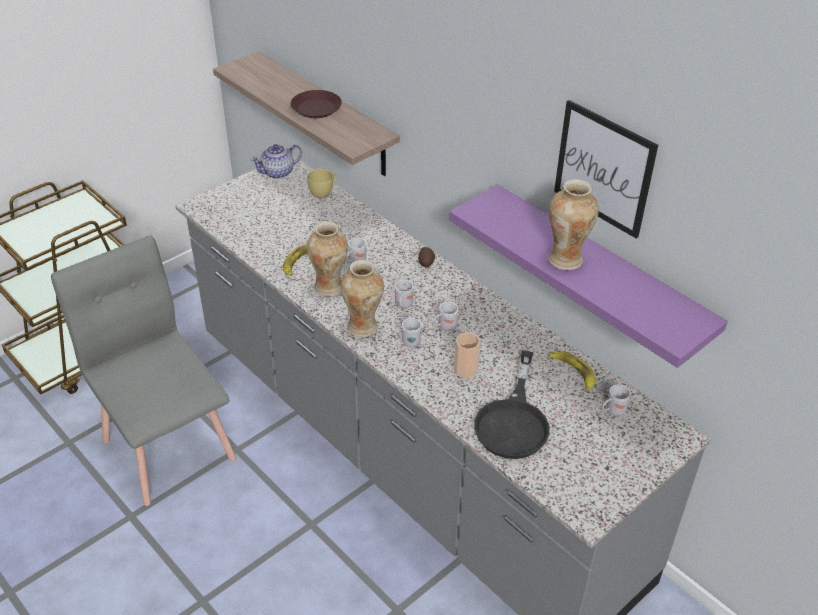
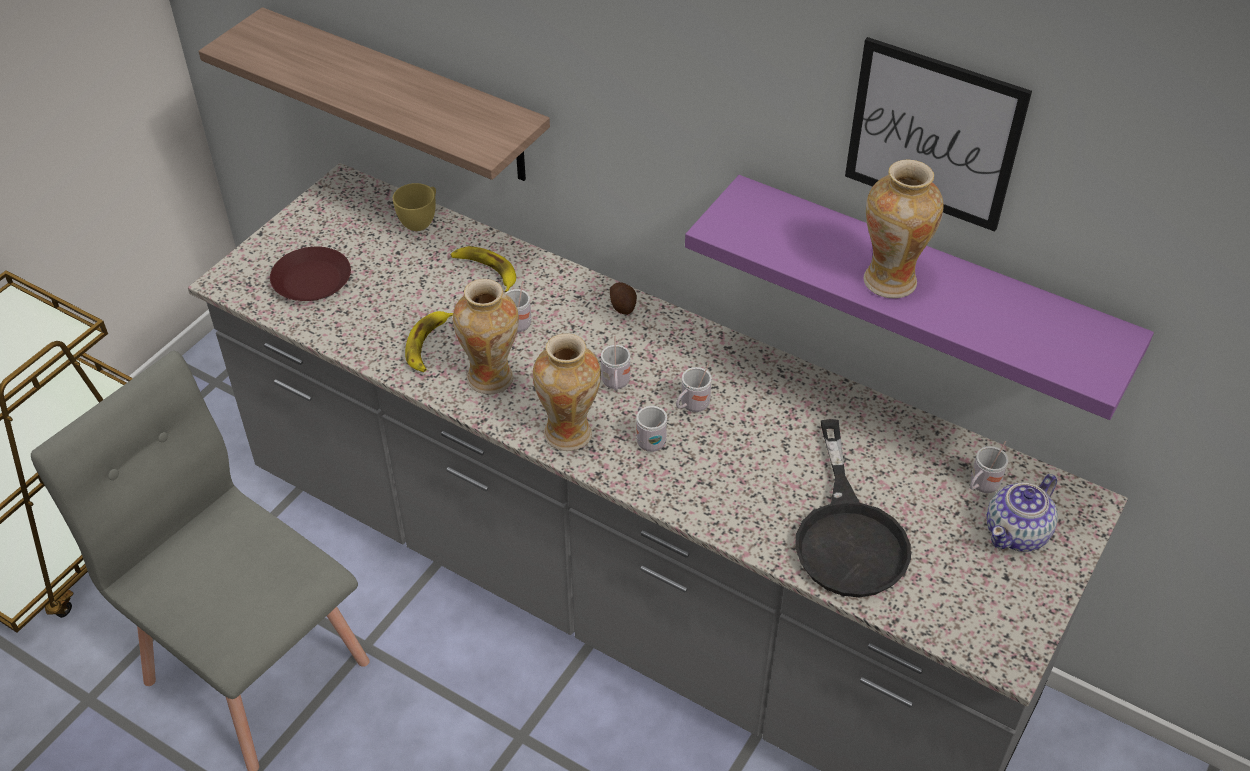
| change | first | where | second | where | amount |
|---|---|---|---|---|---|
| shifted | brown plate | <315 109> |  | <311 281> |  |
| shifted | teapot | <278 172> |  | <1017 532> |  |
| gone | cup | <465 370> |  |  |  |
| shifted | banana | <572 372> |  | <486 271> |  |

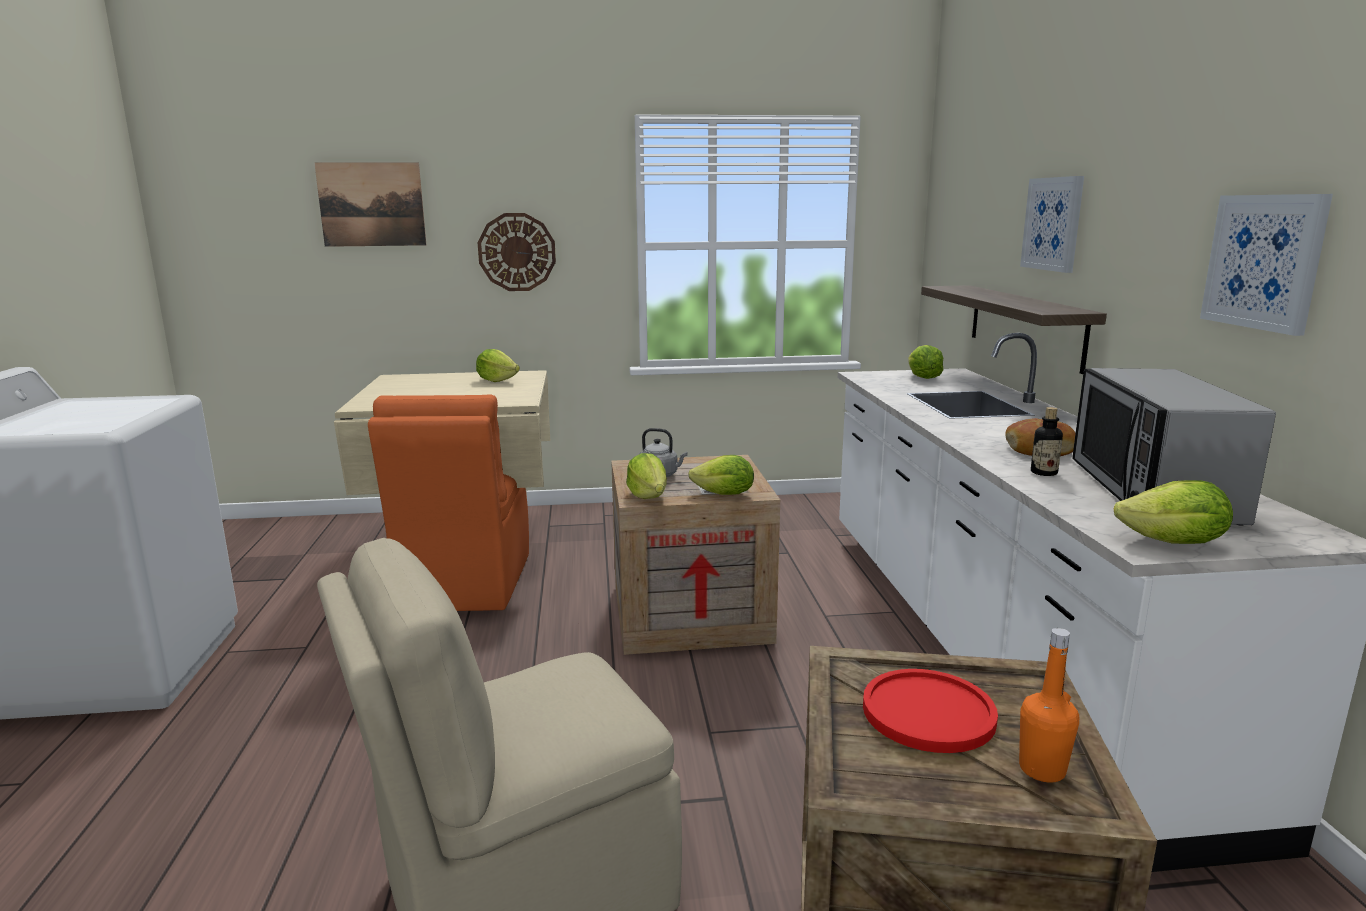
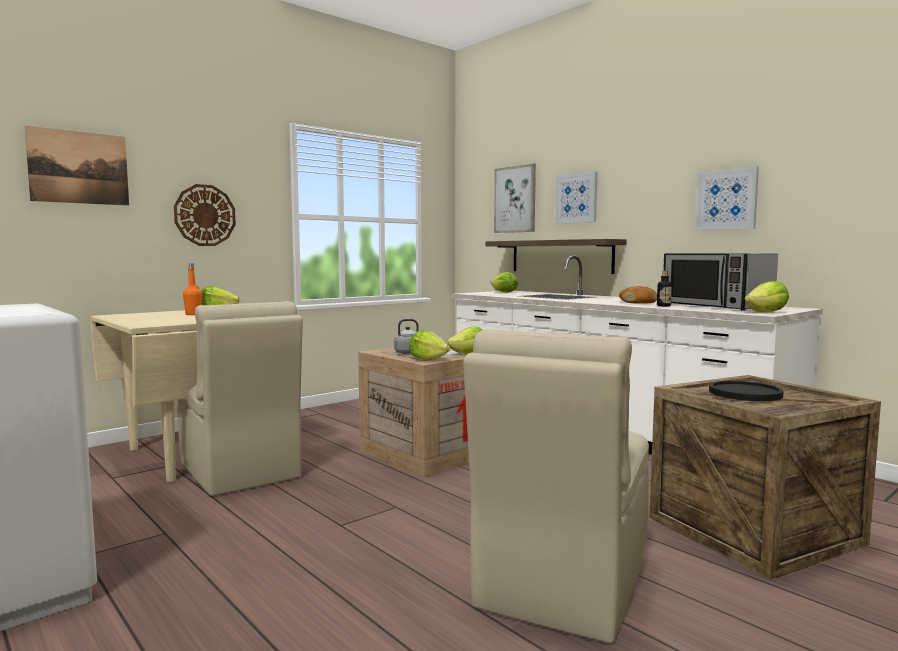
| change | first | where | second | where | amount |
|---|---|---|---|---|---|
| repainted | orange chair | <465 583> | beige chair | <240 471> |  |
| shifted | orange bottle | <1042 769> |  | <193 314> |  |
| repainted | red plate | <928 712> | black plate | <745 393> |  |
| new |  |  | picture | <515 199> |  |

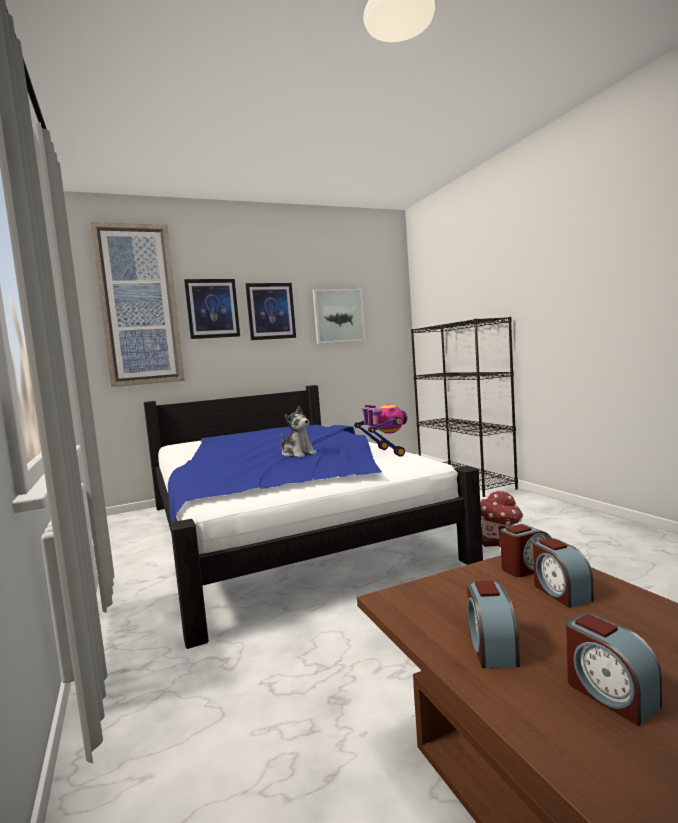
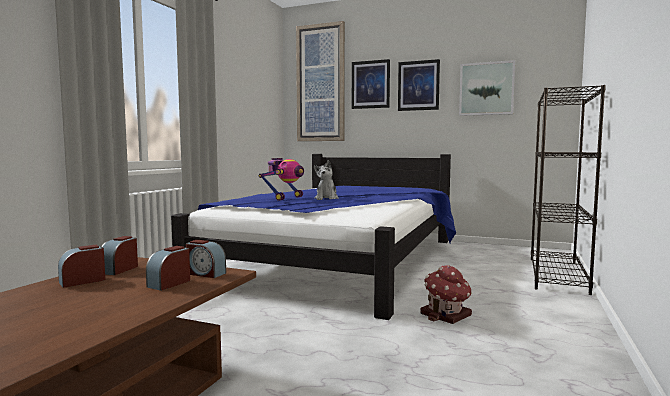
| change | first | where | second | where | amount |
|---|---|---|---|---|---|
| shifted | toy robot | <384 453> |  | <285 198> |  |
| shifted | alarm clock | <610 694> |  | <119 269> |  |

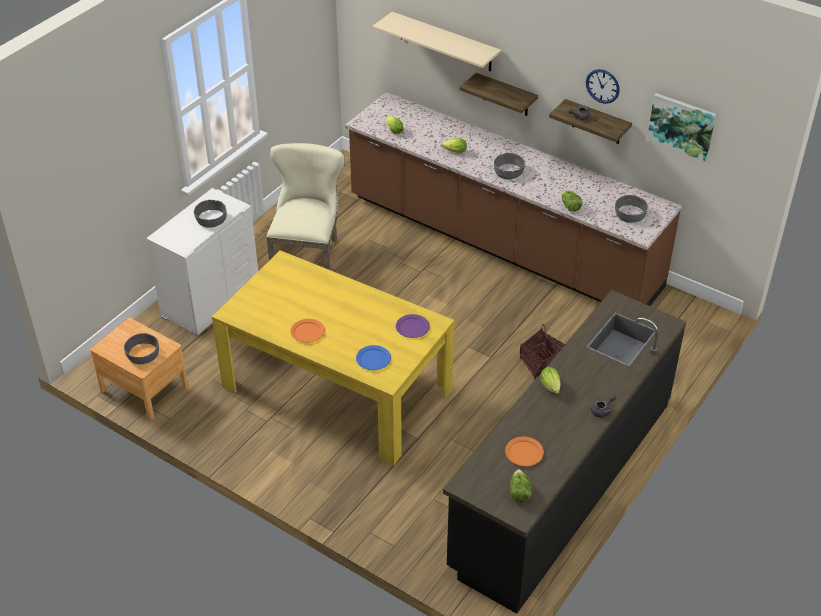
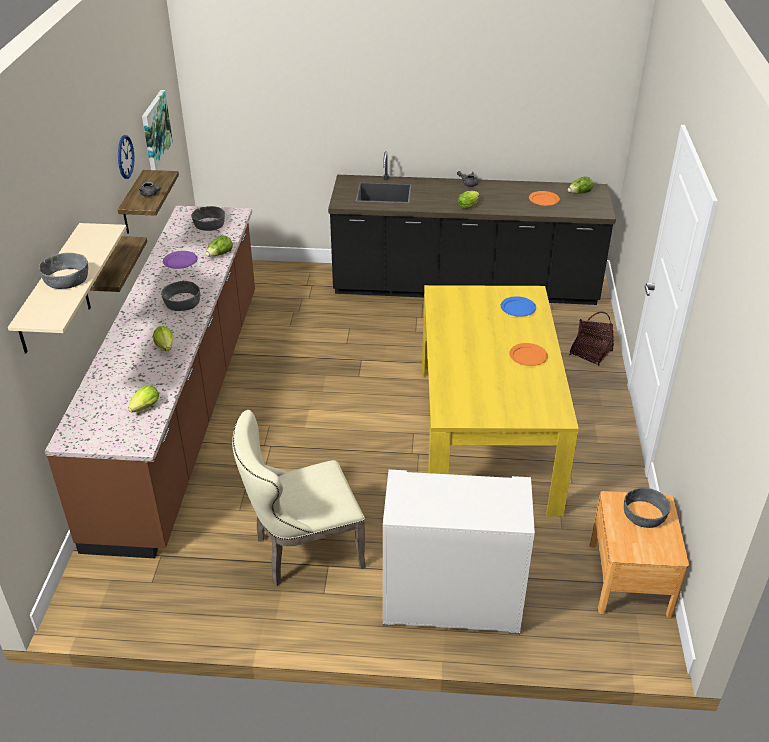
| change | first | where | second | where | amount |
|---|---|---|---|---|---|
| shifted | grey bowl | <211 219> |  | <67 279> |  |
| shifted | purple plate | <413 327> |  | <180 261> |  |
| shifted | basket | <541 364> |  | <591 353> |  |

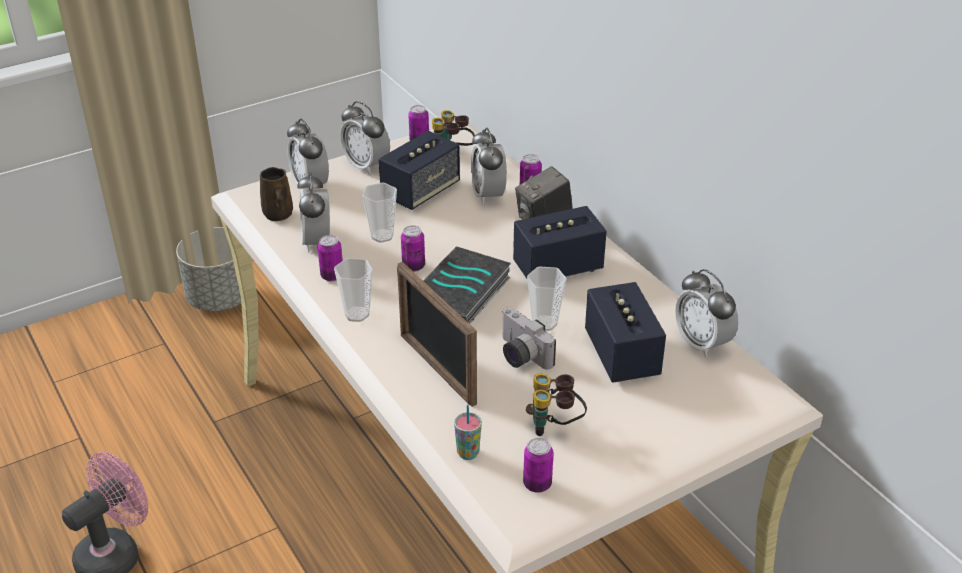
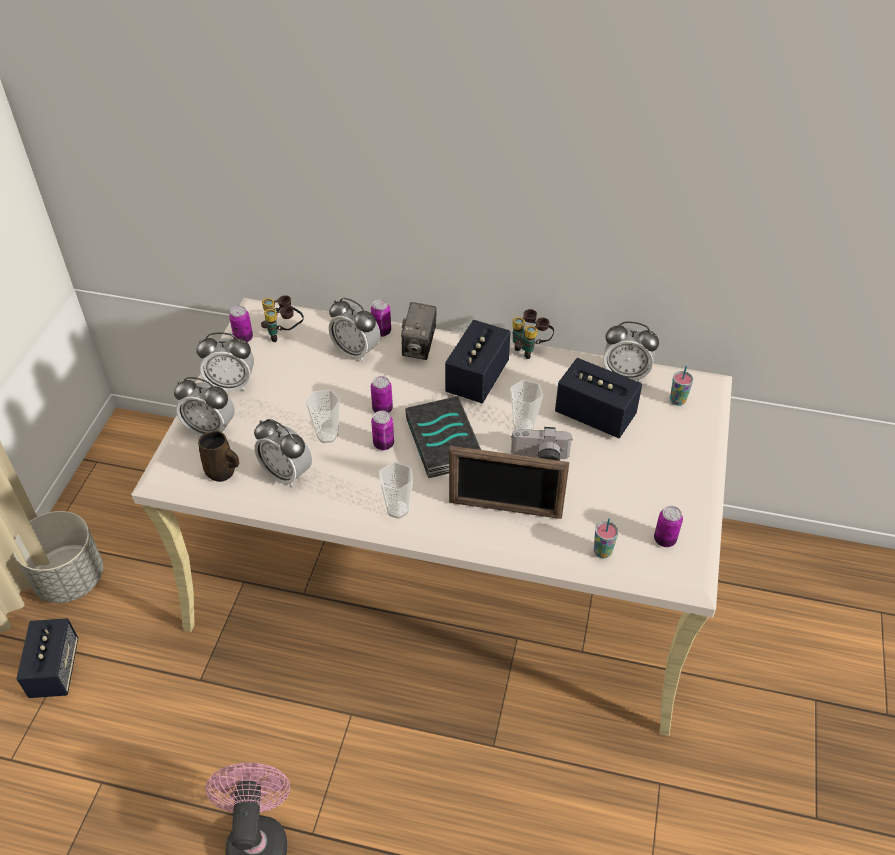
| change | first | where | second | where | amount |
|---|---|---|---|---|---|
| shifted | speaker | <420 191> |  | <55 669> |  |
| shifted | can | <332 276> |  | <382 409> |  |
| shifted | binoculars | <555 427> |  | <530 348> |  |
| new |  |  | cup | <677 400> |  |

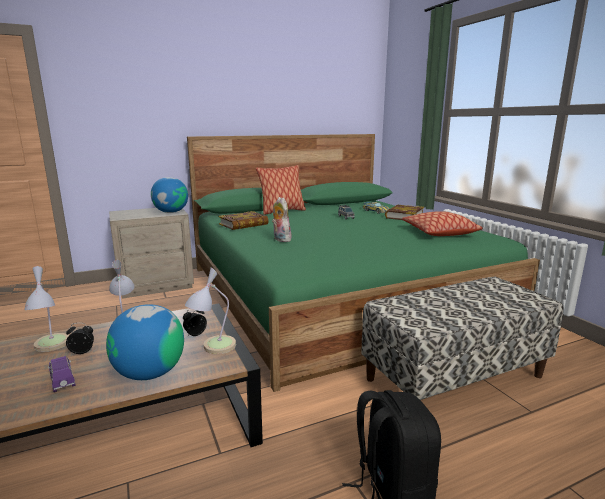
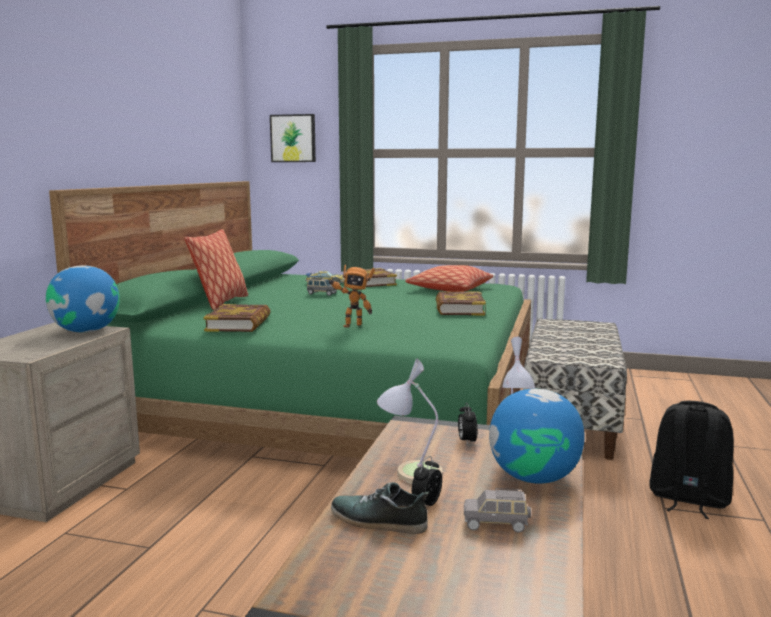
| change | first | where | second | where | amount |
|---|---|---|---|---|---|
| swapped | plush toy | <280 239> | toy robot | <351 325> |  |
| swapped | table lamp | <51 347> | shoe | <378 521> |  |
| repainted | purple toy car | <63 381> | grey toy car | <496 524> |  |
| new |  |  | picture | <293 138> |  |
| new |  |  | book | <459 309> |  |

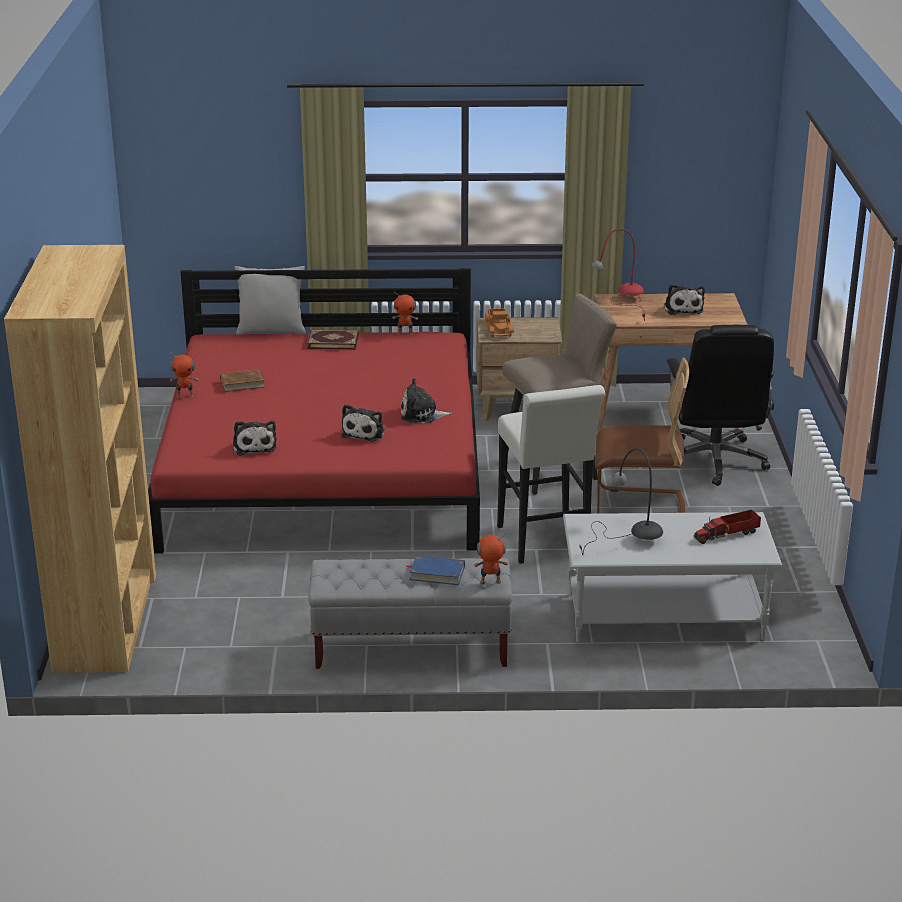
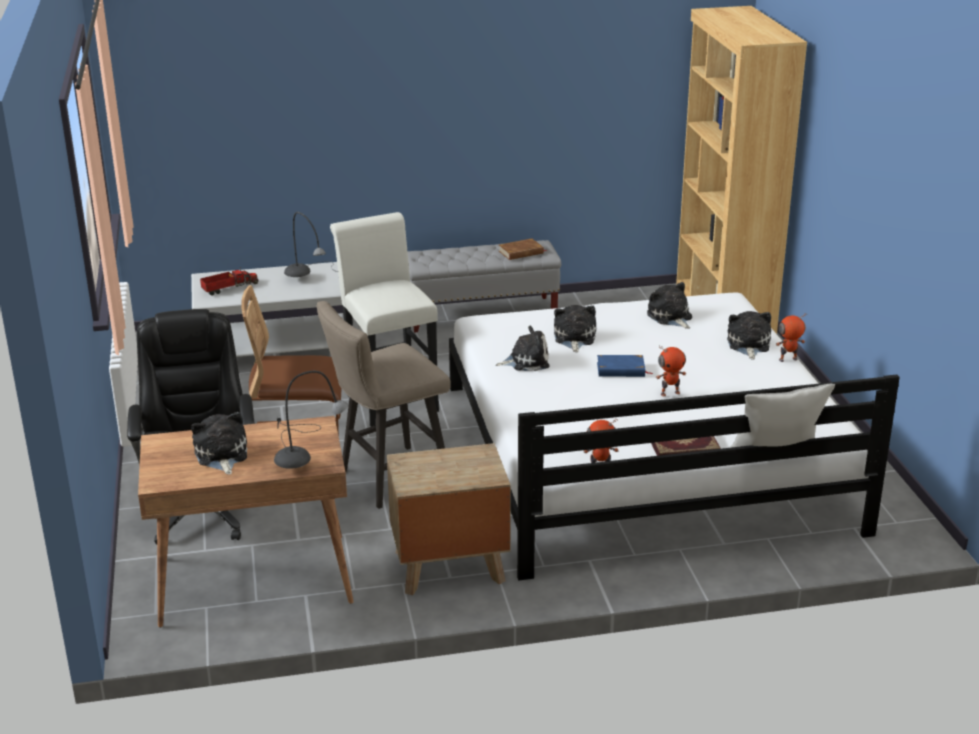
| change | first | where | second | where | amount |
|---|---|---|---|---|---|
| repainted | red table lamp | <624 303> | grey table lamp | <302 457> |  |
| repainted | red bed | <324 467> | white bed | <642 456> |  |
| gone | toy truck | <500 329> |  |  |  |
| shifted | brown book | <242 383> |  | <521 252> |  |
| shifted | toy robot | <490 582> |  | <669 393> |  |
| shifted | blue book | <437 573> |  | <621 370> |  |
| new |  |  | plush toy | <748 345> |  |

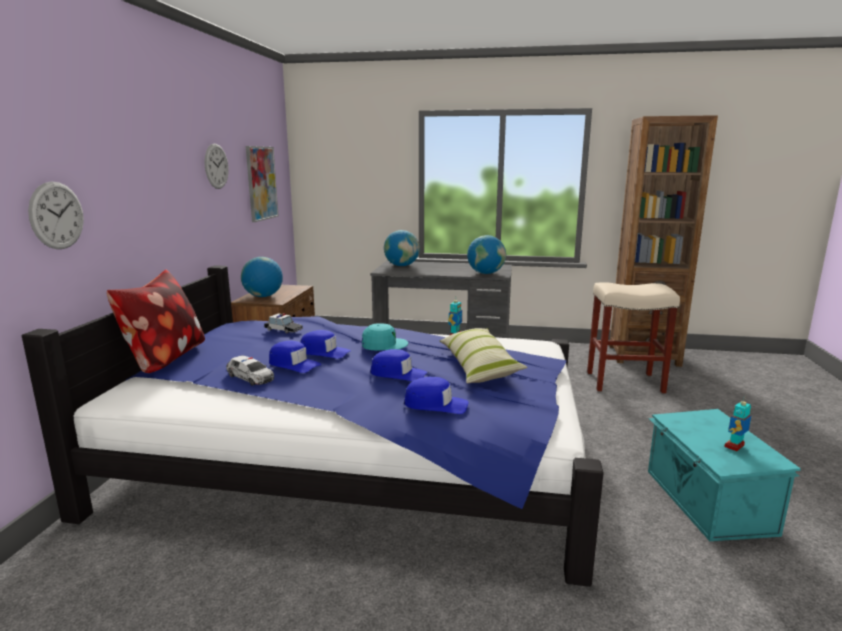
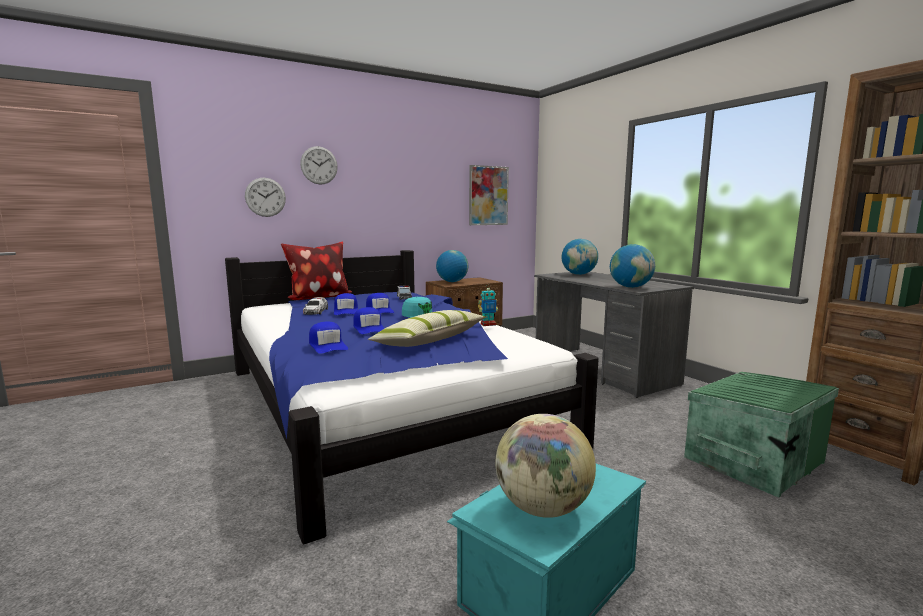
| change | first | where | second | where | amount |
|---|---|---|---|---|---|
| shifted | wall clock | <216 166> |  | <319 165> |  |
| swapped | beige stool | <623 382> | green storage box | <751 459> |  |
| swapped | toy robot | <735 446> | globe | <542 508> |  |

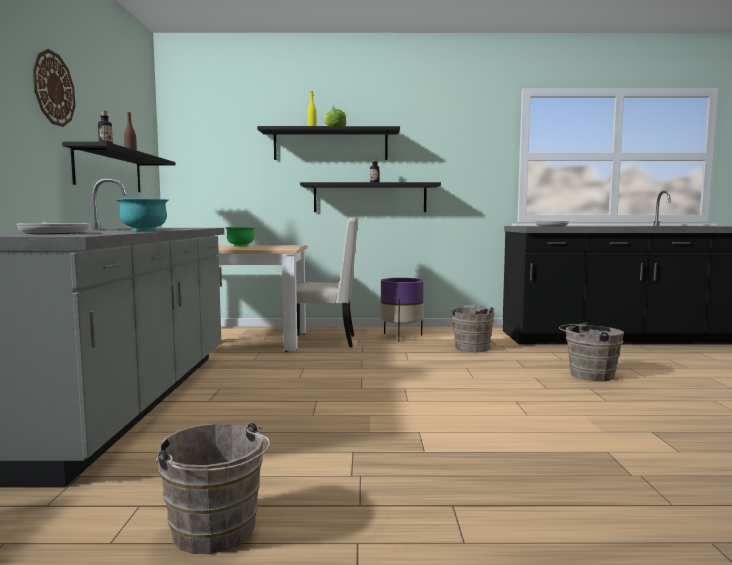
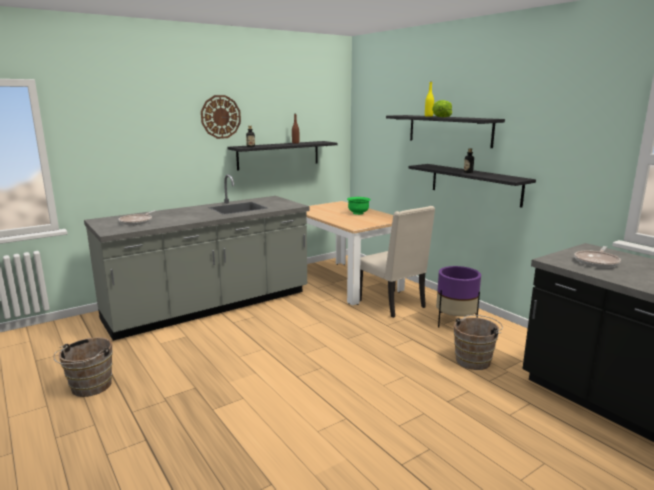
| change | first | where | second | where | amount |
|---|---|---|---|---|---|
| gone | turquoise bowl | <144 231> |  |  |  |
| gone | brown bucket | <588 375> |  |  |  |

